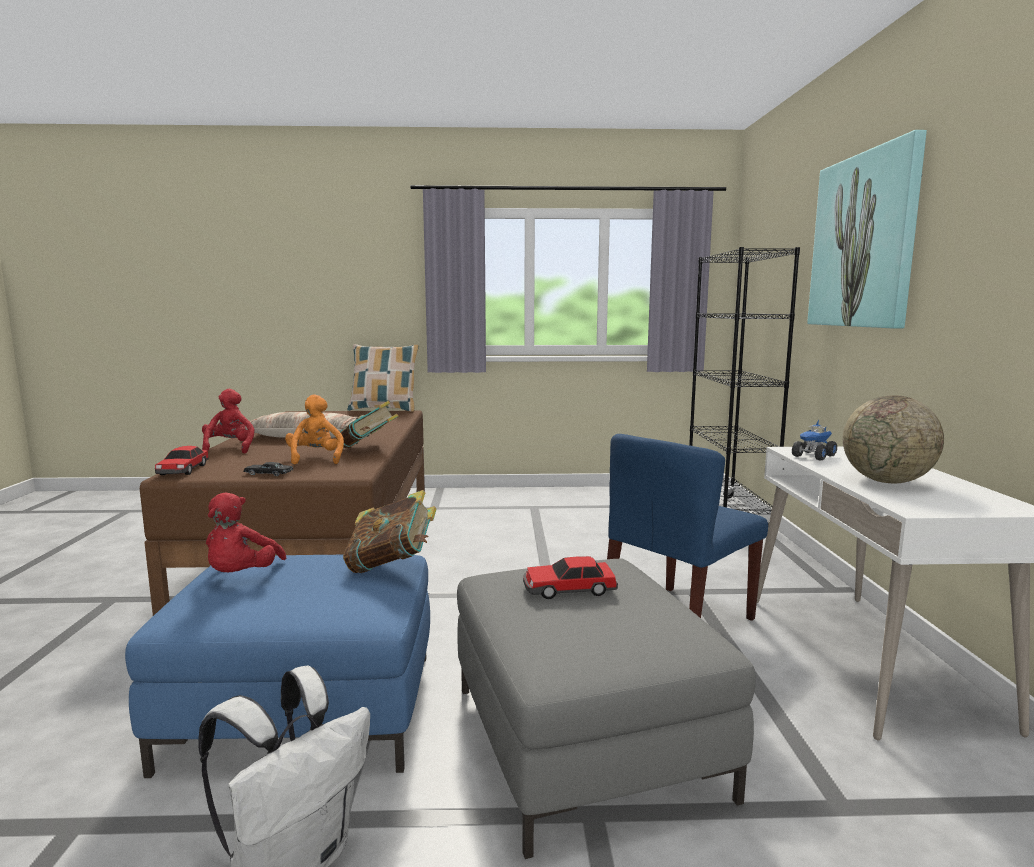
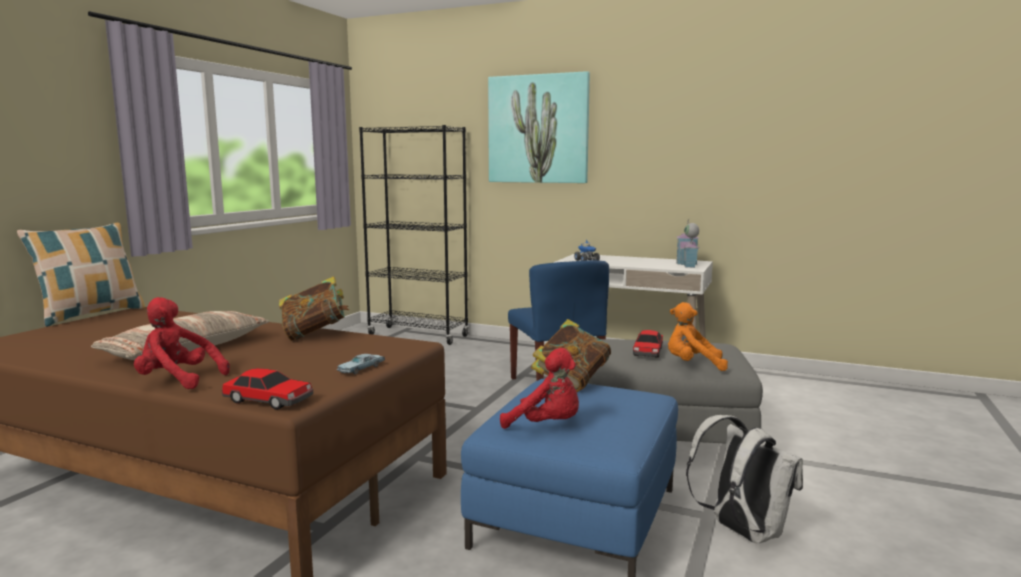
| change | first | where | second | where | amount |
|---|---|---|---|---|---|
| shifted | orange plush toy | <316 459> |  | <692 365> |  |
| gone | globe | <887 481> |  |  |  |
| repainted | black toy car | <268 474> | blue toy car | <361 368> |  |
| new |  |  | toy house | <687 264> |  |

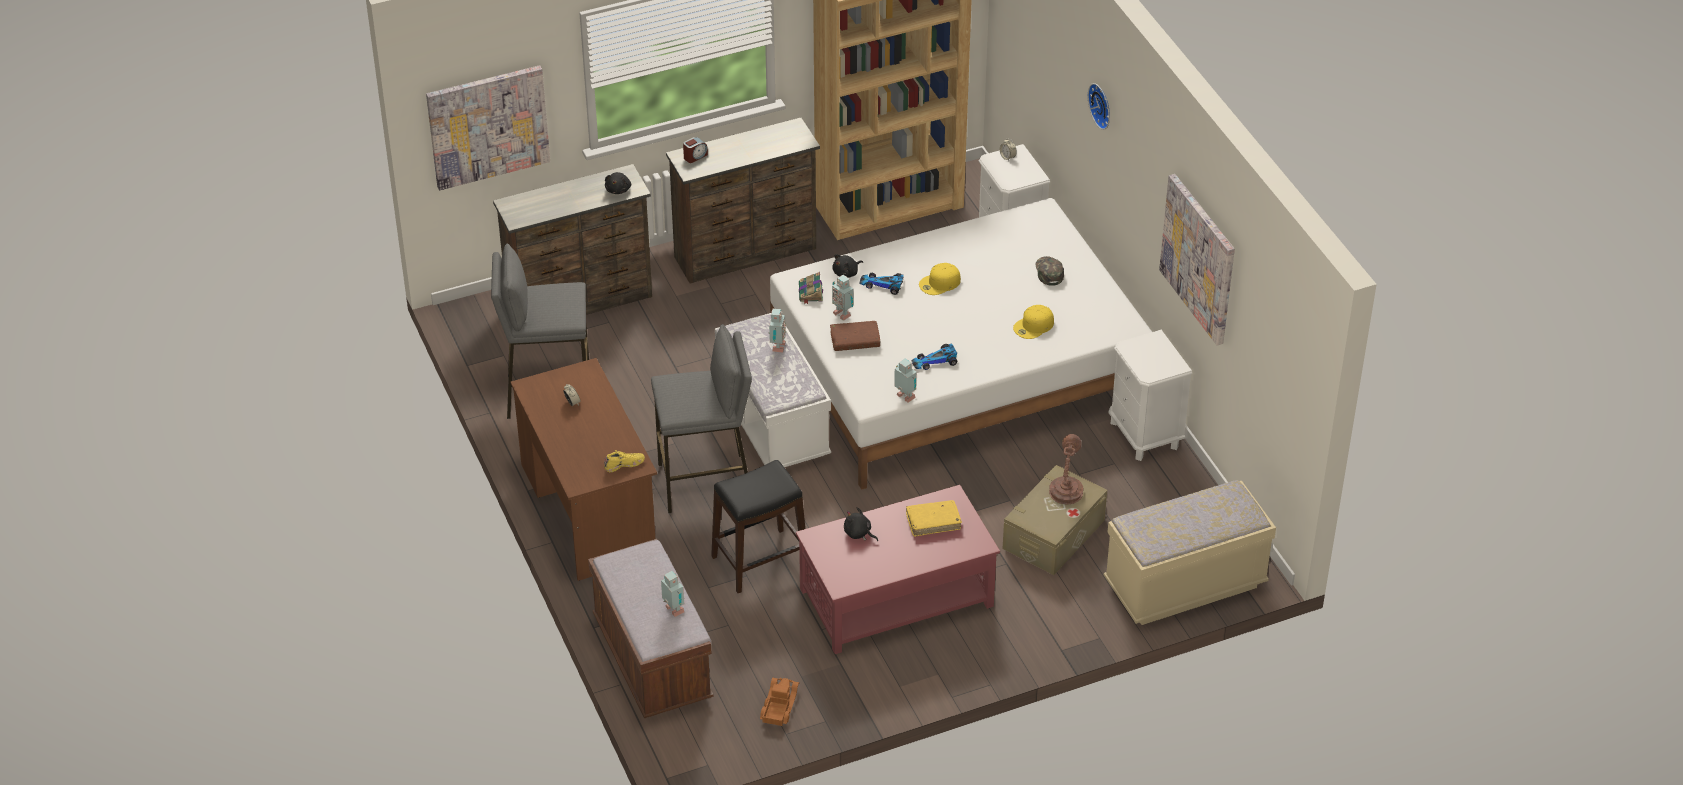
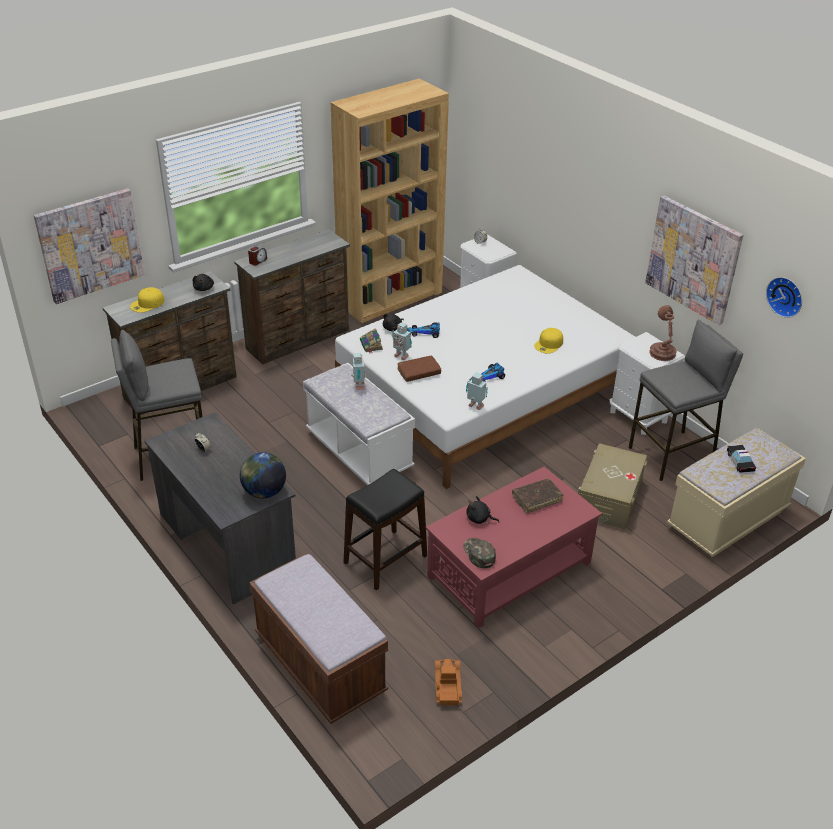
| change | first | where | second | where | amount |
|---|---|---|---|---|---|
| shifted | wall clock | <1102 105> |  | <786 296> |  |
| shifted | green cap | <1048 272> |  | <478 554> |  |
| shifted | yellow cap | <939 283> |  | <147 304> |  |
| shifted | grey stool | <705 483> |  | <672 455> |  |
| repainted | brown desk | <588 510> | grey desk | <227 542> |  |
| shifted | brown table lamp | <1066 490> |  | <661 352> |  |
| swapped | yellow shoe | <624 464> | globe | <264 492> |  |
| repainted | yellow book | <933 522> | brown book | <537 499> |  |
| gone | toy robot | <673 611> |  |  |  |
| new |  |  | toy car | <740 462> |  |

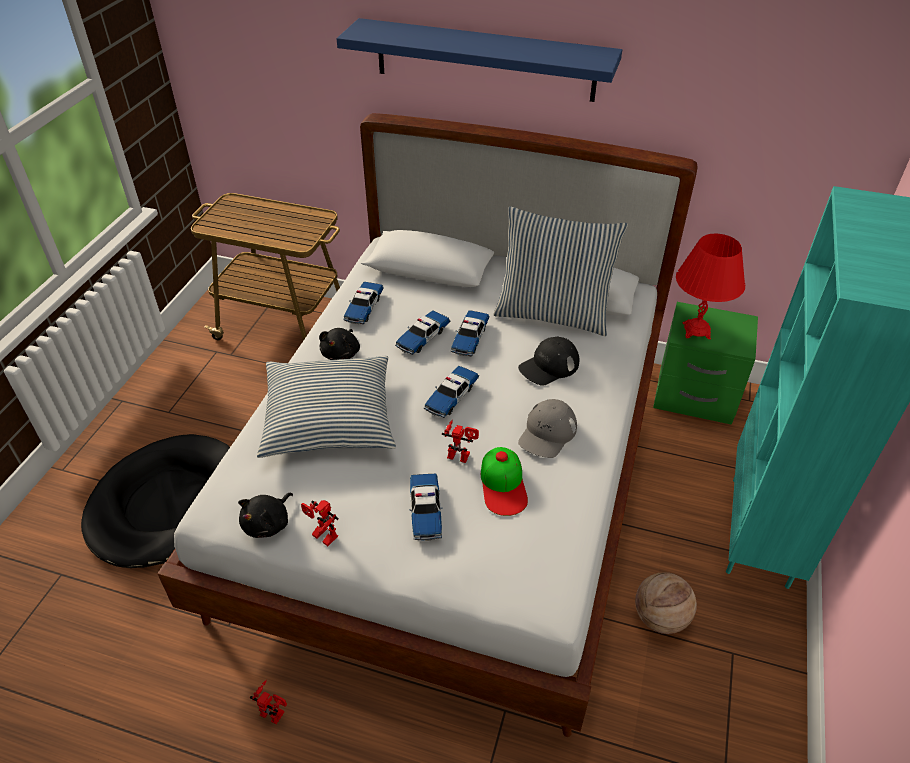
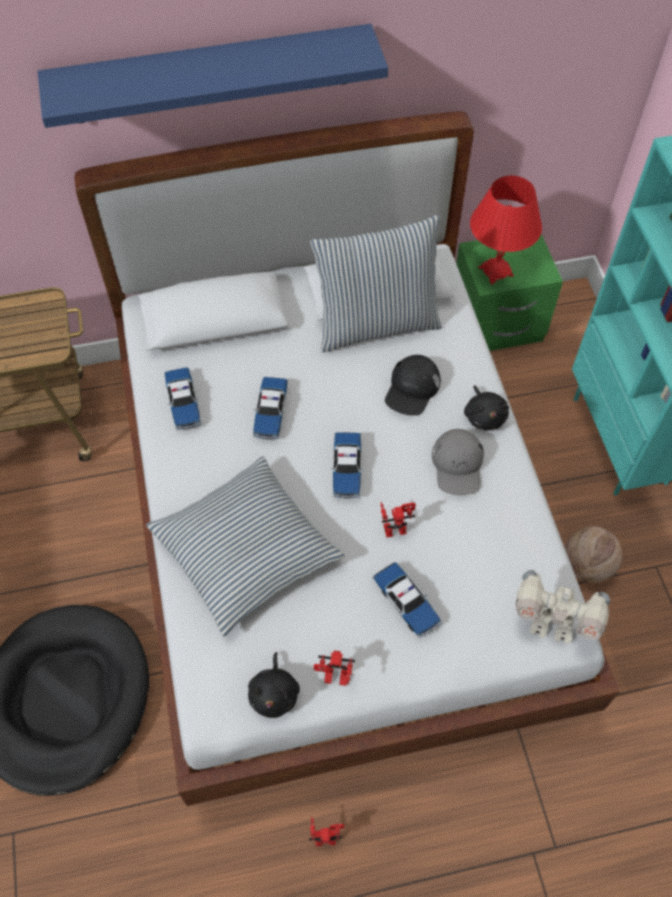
| change | first | where | second | where | amount |
|---|---|---|---|---|---|
| gone | toy car | <470 338> |  |  |  |
| shifted | black plush toy | <341 353> |  | <484 416> |  |
| gone | cap | <503 485> |  |  |  |
| new |  |  | toy robot | <551 625> |  |

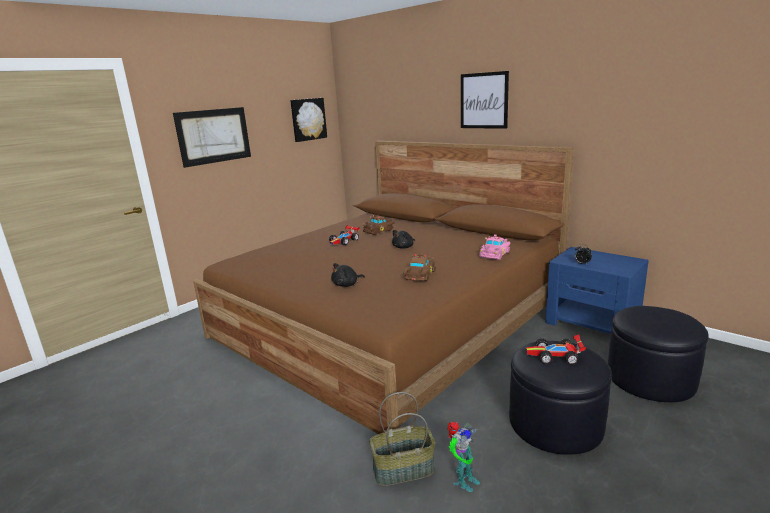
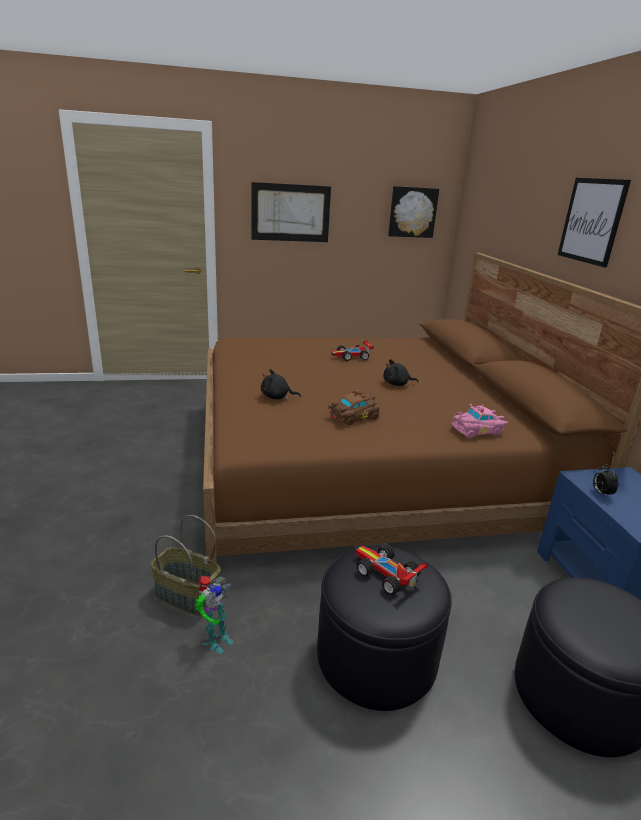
| change | first | where | second | where | amount |
|---|---|---|---|---|---|
| gone | brown toy car | <379 231> |  |  |  |
| rotated | toy robot | <463 480> |  | <215 640> | 45 degrees counterclockwise |

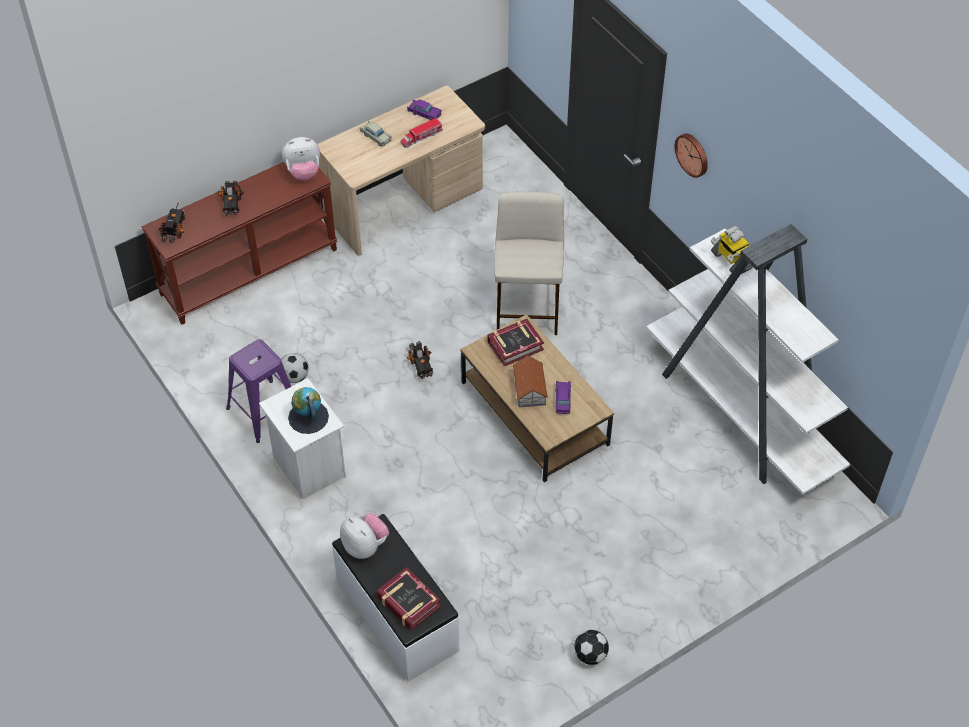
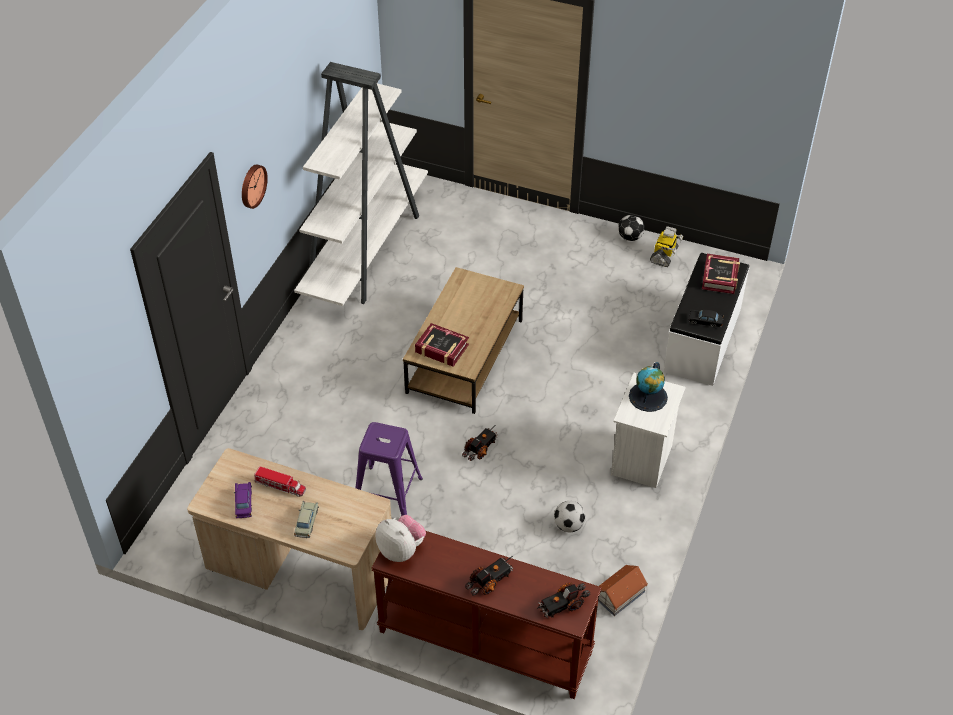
| change | first | where | second | where | amount |
|---|---|---|---|---|---|
| gone | beige stool | <528 306> |  |  |  |
| shifted | toy robot | <731 260> |  | <664 256> |  |
| shifted | purple stool | <264 411> |  | <388 493> |  |
| shifted | toy house | <529 389> |  | <620 594> |  |
| gone | purple toy car | <562 400> |  |  |  |
| swapped | plush toy | <365 546> | black toy car | <705 321> |  |

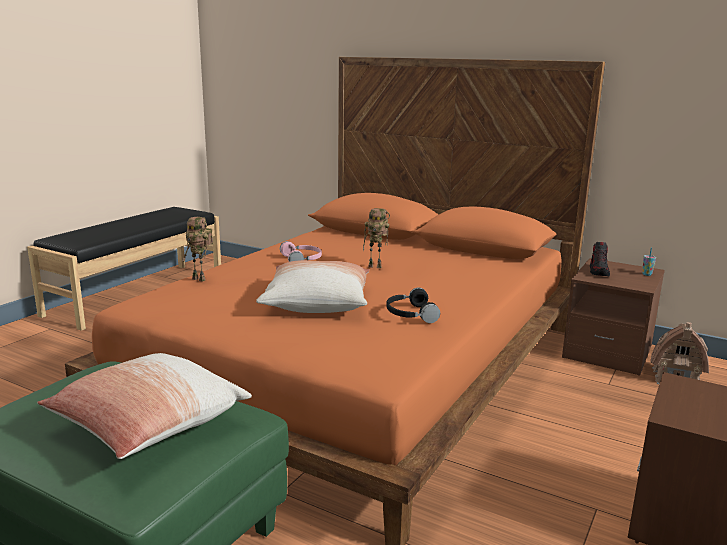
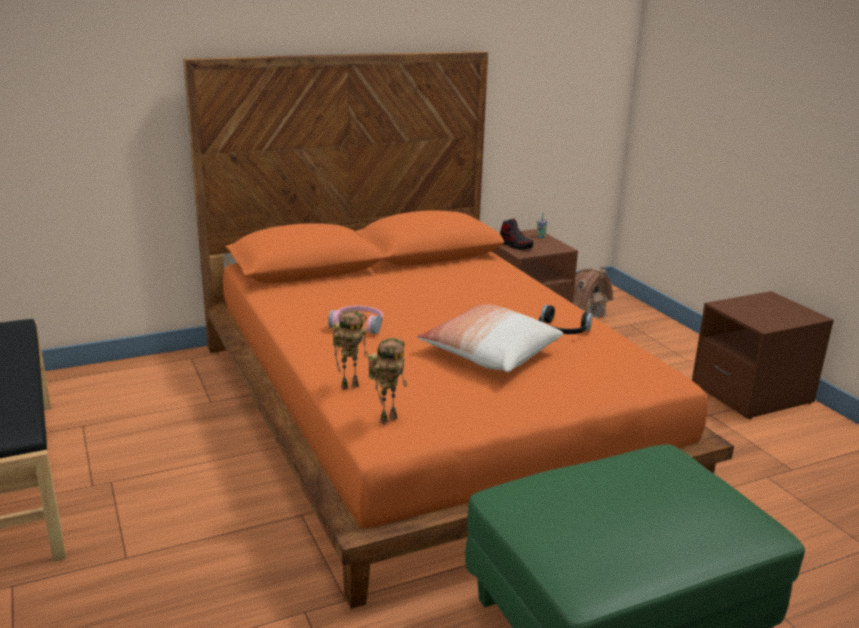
| change | first | where | second | where | amount |
|---|---|---|---|---|---|
| shifted | toy robot | <376 266> |  | <388 418> |  |
| gone | pillow | <148 425> |  |  |  |

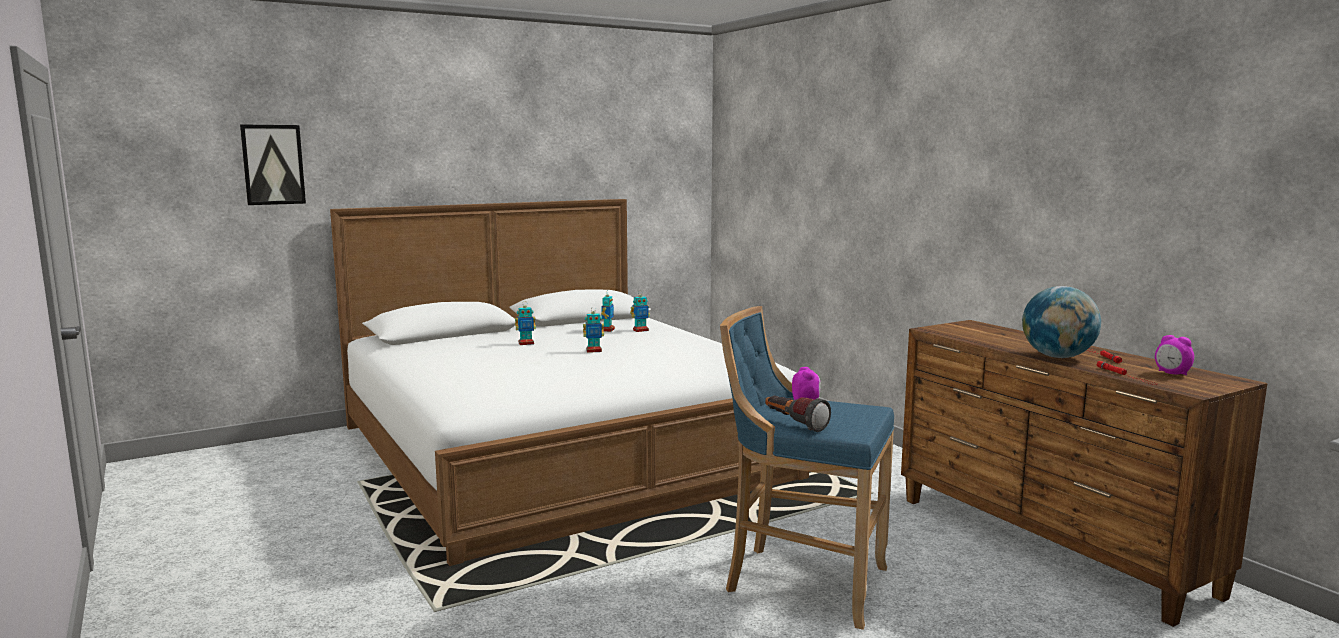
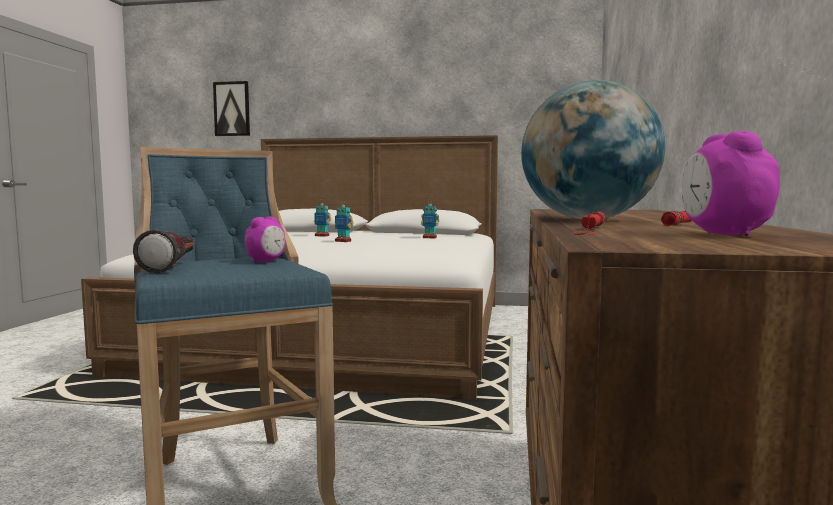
| change | first | where | second | where | amount |
|---|---|---|---|---|---|
| gone | toy robot | <608 330> |  |  |  |

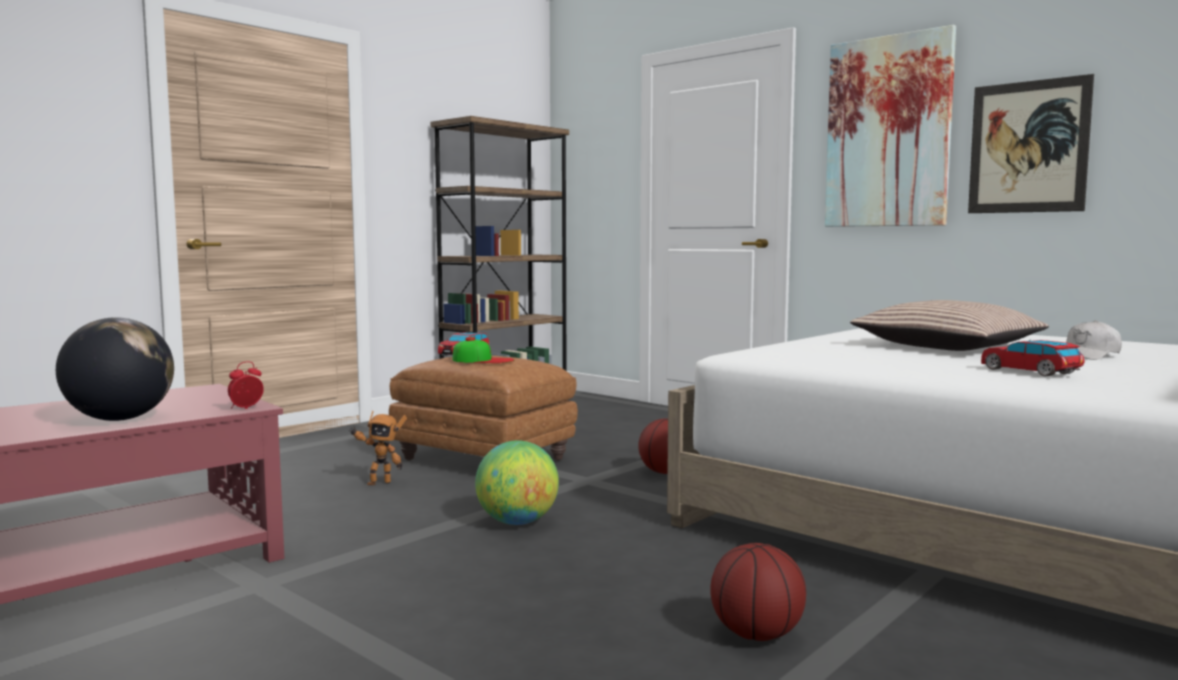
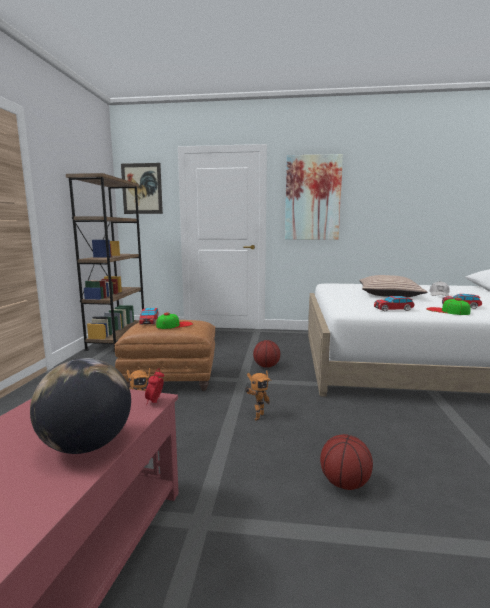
| change | first | where | second | where | amount |
|---|---|---|---|---|---|
| shifted | picture | <1028 147> |  | <142 188> |  |
| swapped | globe | <517 522> | toy robot | <257 416> |  |
| shifted | basketball | <755 635> |  | <344 483> |  |
| new |  |  | toy car | <393 309> |  |
| new |  |  | cap | <447 311> |  |

